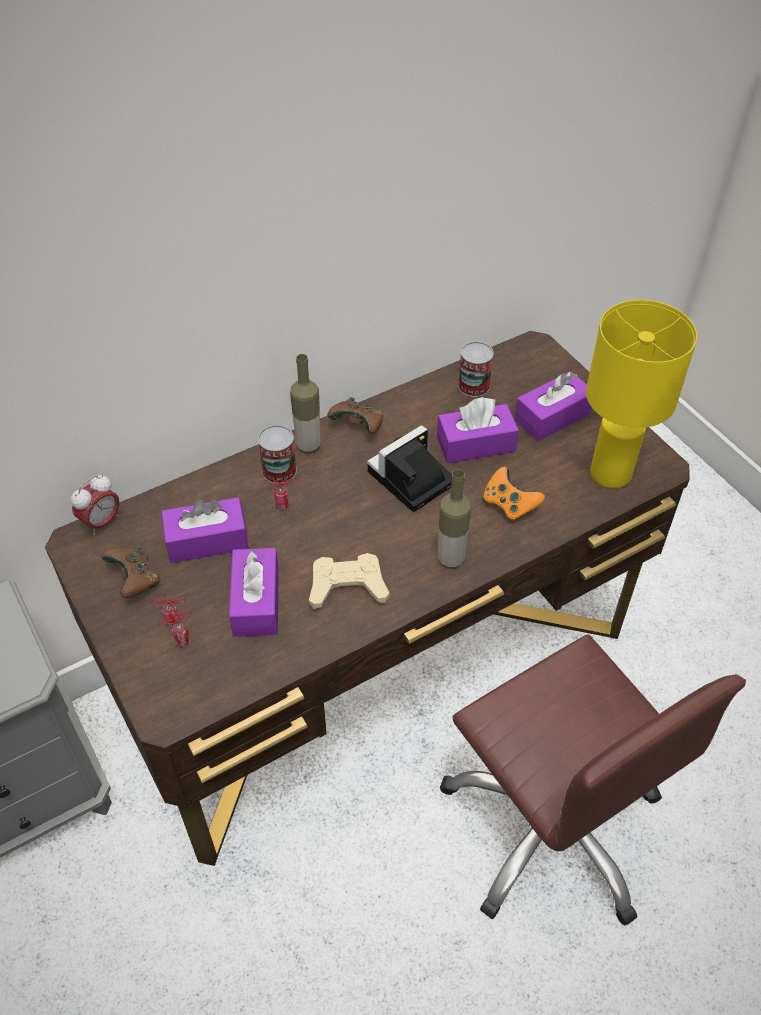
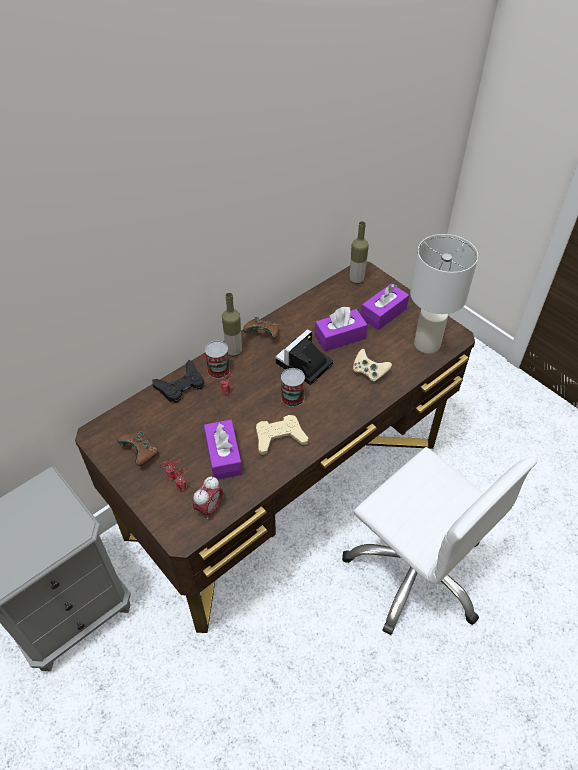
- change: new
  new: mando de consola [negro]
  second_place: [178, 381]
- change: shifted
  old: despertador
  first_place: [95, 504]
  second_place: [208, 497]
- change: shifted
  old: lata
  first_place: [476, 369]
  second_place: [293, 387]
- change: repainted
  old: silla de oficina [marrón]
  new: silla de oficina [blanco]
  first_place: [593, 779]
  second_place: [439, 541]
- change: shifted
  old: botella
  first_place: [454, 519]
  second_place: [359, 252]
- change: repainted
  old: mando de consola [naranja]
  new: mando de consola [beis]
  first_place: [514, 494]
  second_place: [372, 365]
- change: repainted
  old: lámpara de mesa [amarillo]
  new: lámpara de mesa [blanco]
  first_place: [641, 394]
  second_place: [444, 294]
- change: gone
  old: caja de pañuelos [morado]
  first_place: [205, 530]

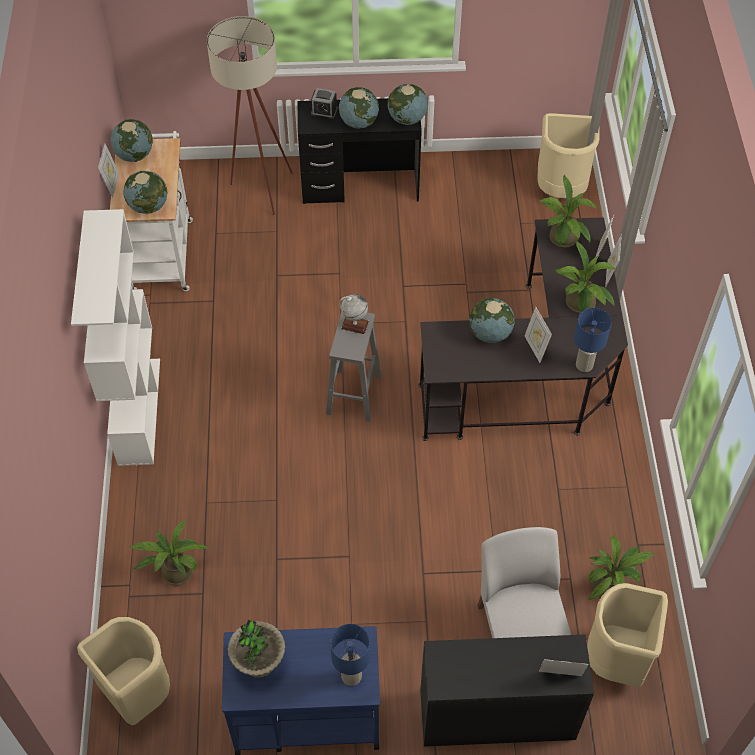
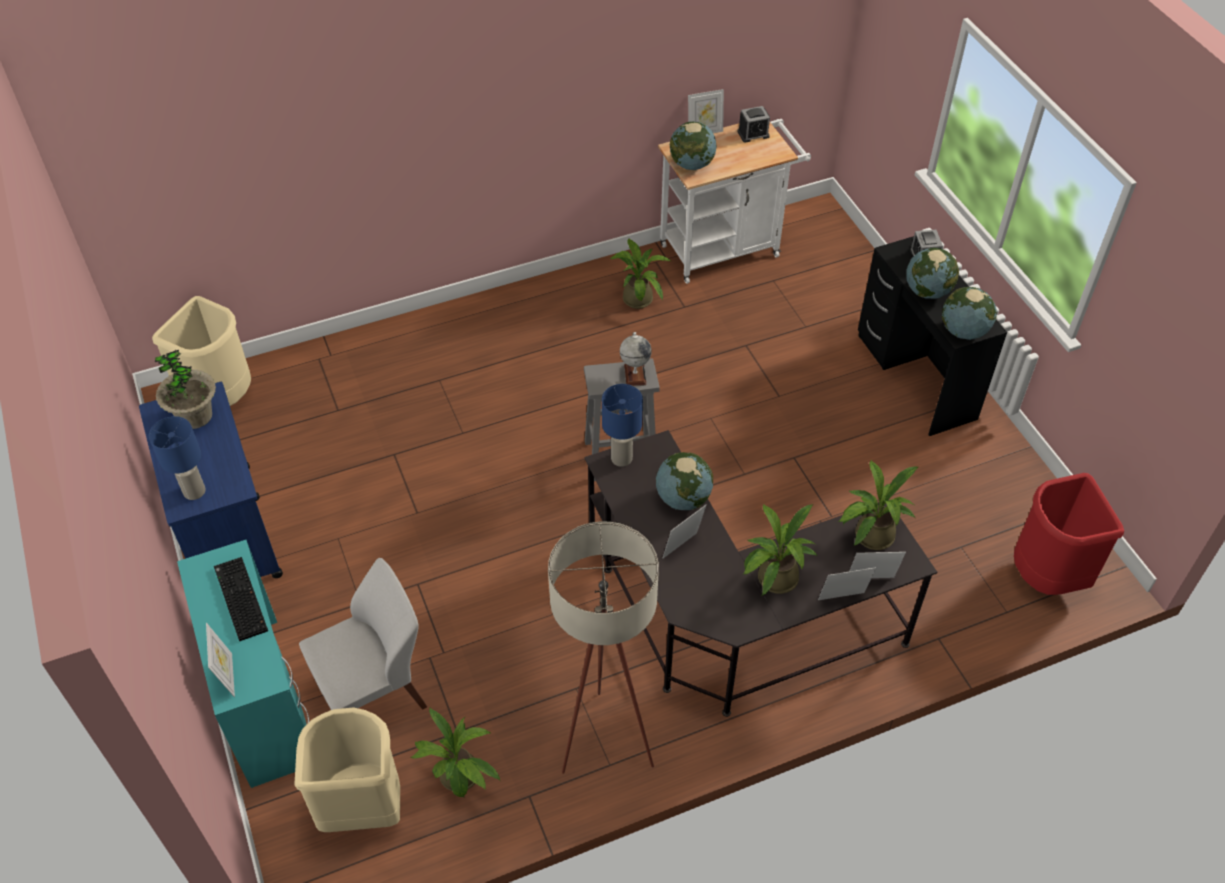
- change: repainted
  old: escritorio [negro]
  new: escritorio [turquesa]
  first_place: [507, 690]
  second_place: [243, 664]
- change: new
  new: teclado
  second_place: [241, 599]
- change: shifted
  old: lámpara de pie [beis]
  first_place: [250, 115]
  second_place: [603, 647]
- change: shifted
  old: lámpara de mesa [azul]
  first_place: [593, 340]
  second_place: [622, 425]
- change: shifted
  old: planta en maceta
  first_place: [170, 553]
  second_place: [641, 273]
- change: swapped
  old: globo terráqueo
  new: despertador
  first_place: [132, 140]
  second_place: [754, 124]
- change: repainted
  old: papelera [beis]
  new: papelera [rojo]
  first_place: [568, 155]
  second_place: [1069, 534]
- change: gone
  old: estantería [blanco]
  first_place: [115, 337]

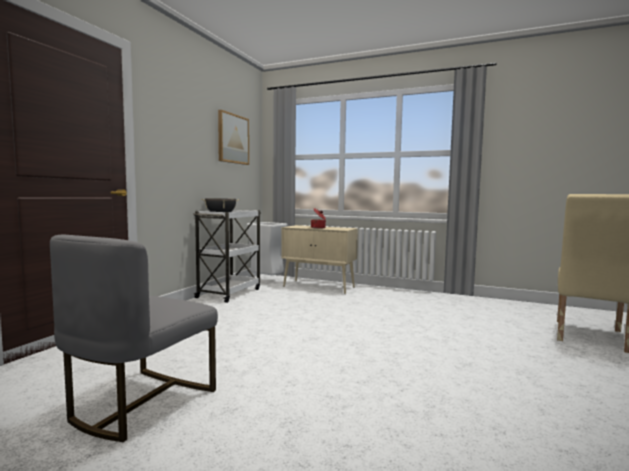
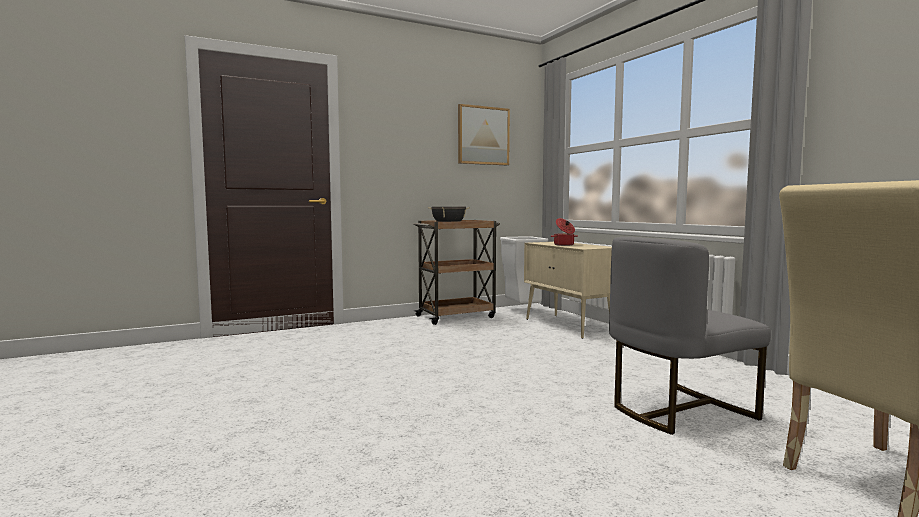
- change: repainted
  old: carrito [blanco]
  new: carrito [marrón]
  first_place: [226, 256]
  second_place: [457, 272]
- change: shifted
  old: silla [gris]
  first_place: [134, 338]
  second_place: [690, 336]

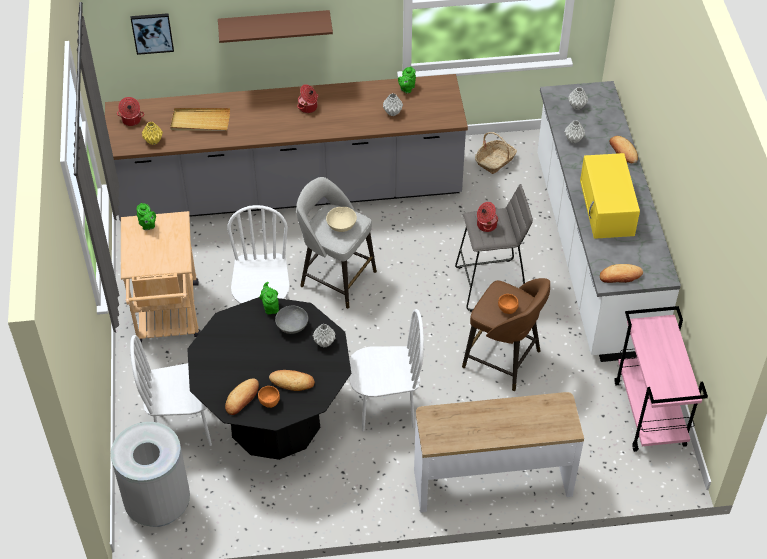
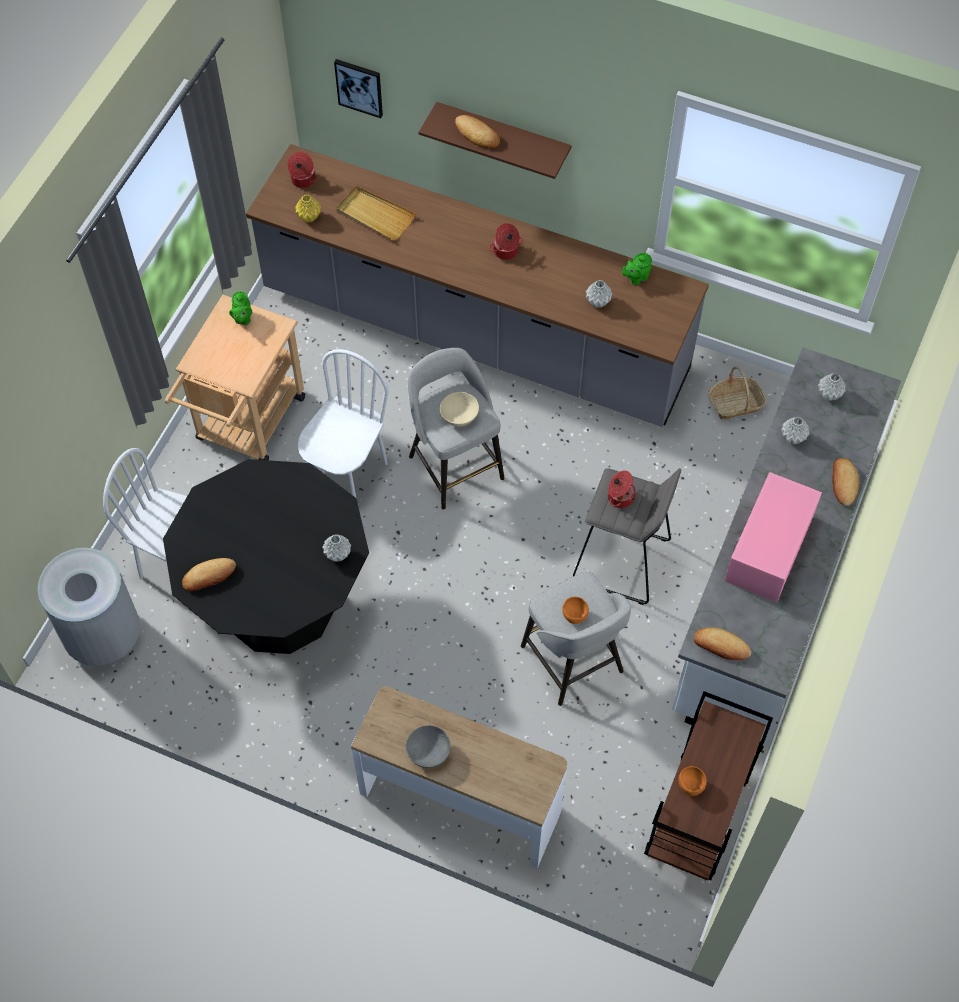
- change: shifted
  old: cuenco [gris]
  first_place: [291, 320]
  second_place: [428, 746]
- change: shifted
  old: pan
  first_place: [292, 380]
  second_place: [477, 132]
- change: repainted
  old: taburete [marrón]
  new: taburete [gris]
  first_place: [506, 334]
  second_place: [576, 638]
- change: repainted
  old: carrito [rosa]
  new: carrito [marrón]
  first_place: [661, 379]
  second_place: [708, 785]
- change: shifted
  old: cuenco [naranja]
  first_place: [269, 397]
  second_place: [692, 781]
- change: repainted
  old: microondas [amarillo]
  new: microondas [rosa]
  first_place: [610, 196]
  second_place: [773, 537]
- change: gone
  old: tetera [verde]
  first_place: [269, 298]
- change: gone
  old: silla [blanco]
  first_place: [386, 370]

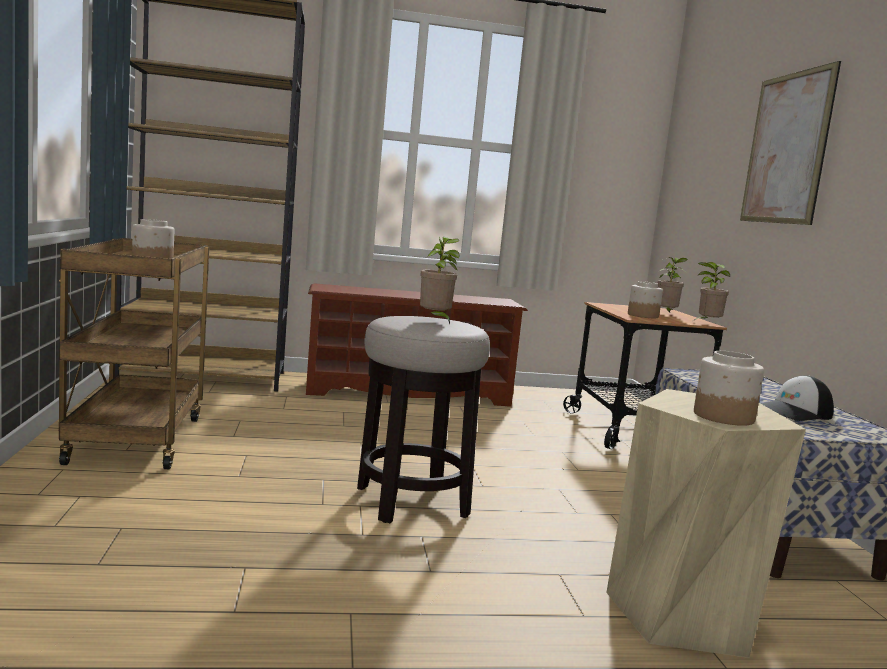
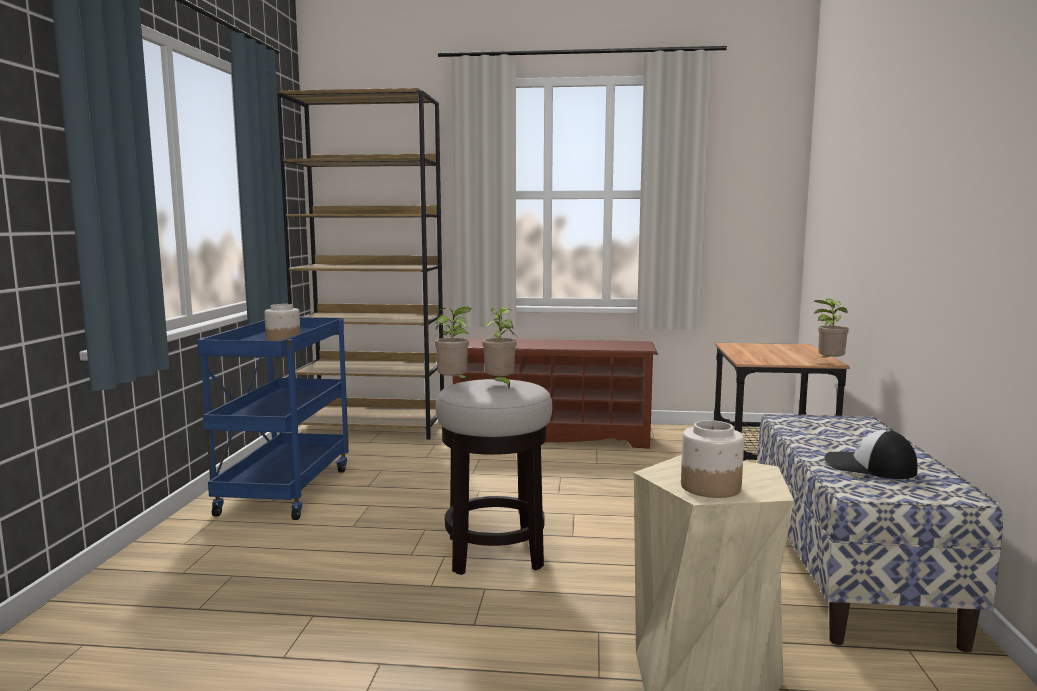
- change: repainted
  old: carrito [marrón]
  new: carrito [azul]
  first_place: [134, 353]
  second_place: [273, 418]
- change: shifted
  old: planta en maceta
  first_place: [672, 285]
  second_place: [453, 342]
- change: rotated
  old: gorra
  first_place: [797, 398]
  second_place: [871, 454]
  degrees: 45
- change: gone
  old: tarro
  first_place: [645, 299]
- change: gone
  old: cuadro
  first_place: [790, 143]

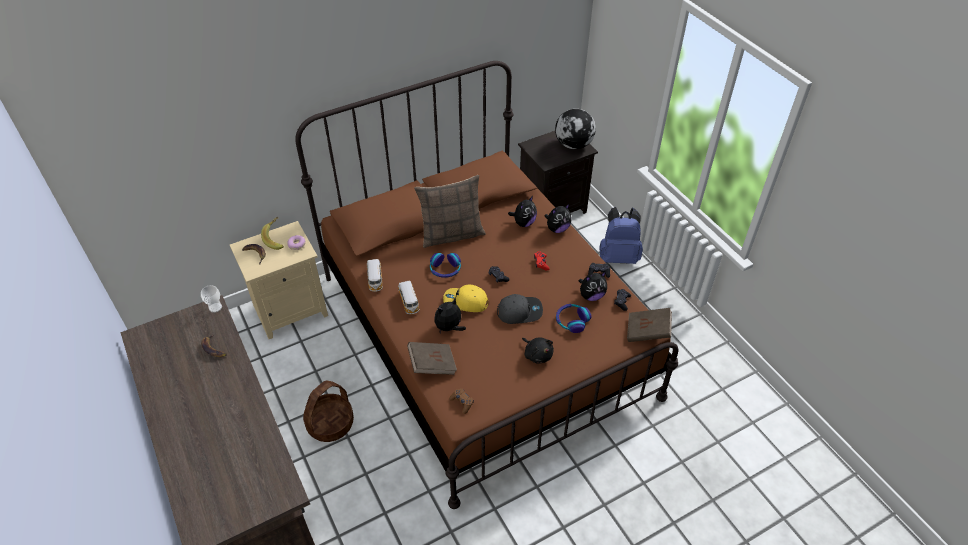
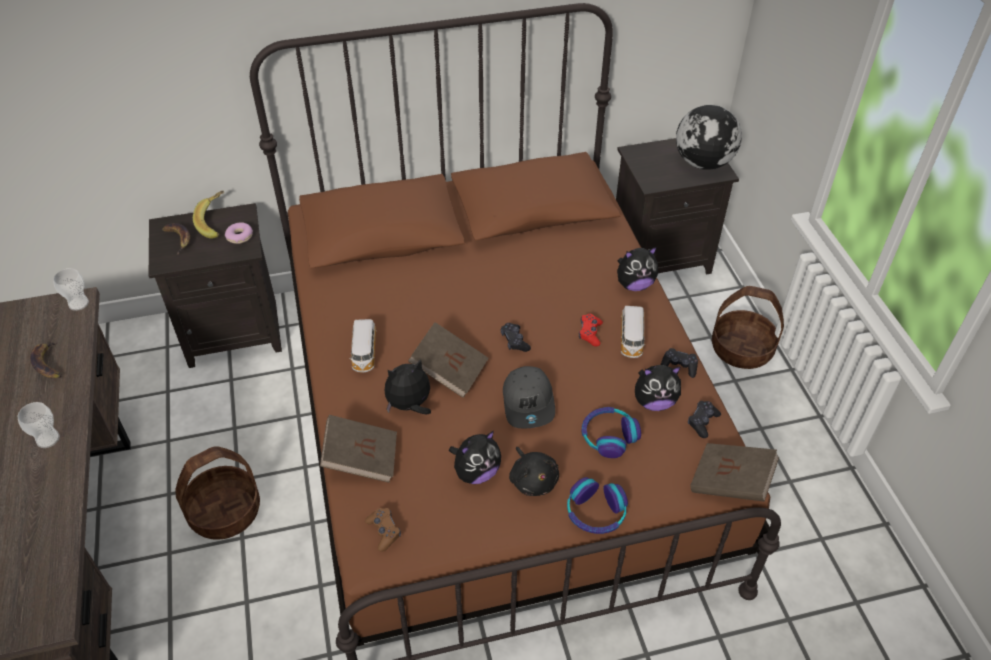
- change: new
  new: taza
  second_place: [39, 425]
- change: repainted
  old: mesita de noche [beis]
  new: mesita de noche [negro]
  first_place: [279, 280]
  second_place: [215, 285]
- change: swapped
  old: gorra [amarillo]
  new: libro [marrón]
  first_place: [465, 298]
  second_place: [448, 360]
- change: shifted
  old: peluche
  first_place: [522, 211]
  second_place: [475, 457]
- change: rotated
  old: gorra [gris]
  first_place: [520, 309]
  second_place: [529, 397]
  degrees: 75
- change: shifted
  old: auriculares
  first_place: [445, 265]
  second_place: [597, 505]
- change: shifted
  old: coche de juguete
  first_place: [375, 275]
  second_place: [633, 332]
- change: swapped
  old: mochila [azul]
  new: cesta
  first_place: [621, 235]
  second_place: [748, 327]
- change: gone
  old: cojín
  first_place: [450, 211]

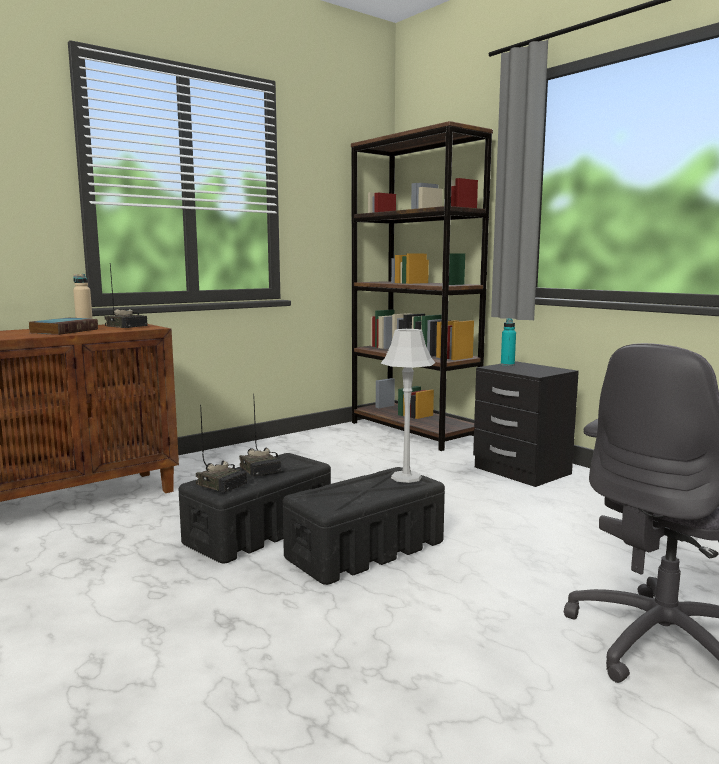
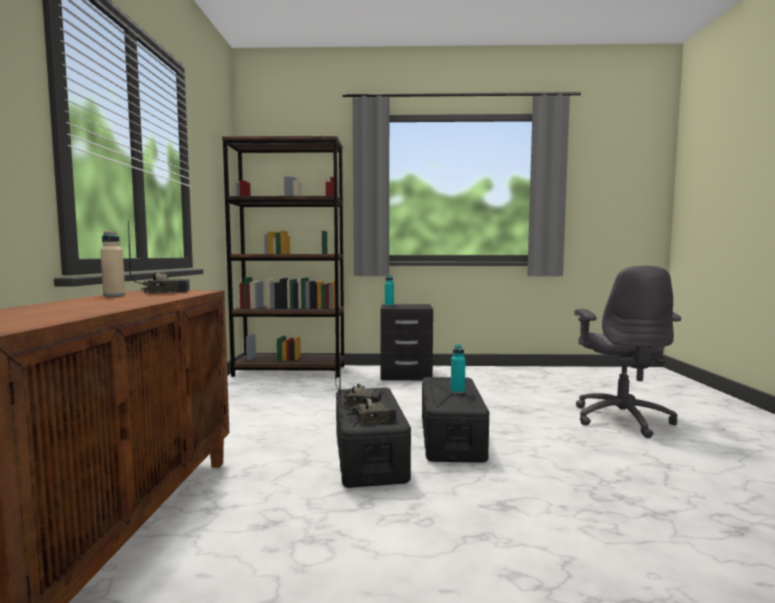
- change: new
  new: botella [turquesa]
  second_place: [458, 369]
- change: gone
  old: libro
  first_place: [63, 326]
- change: gone
  old: lámpara de mesa [gris]
  first_place: [407, 406]

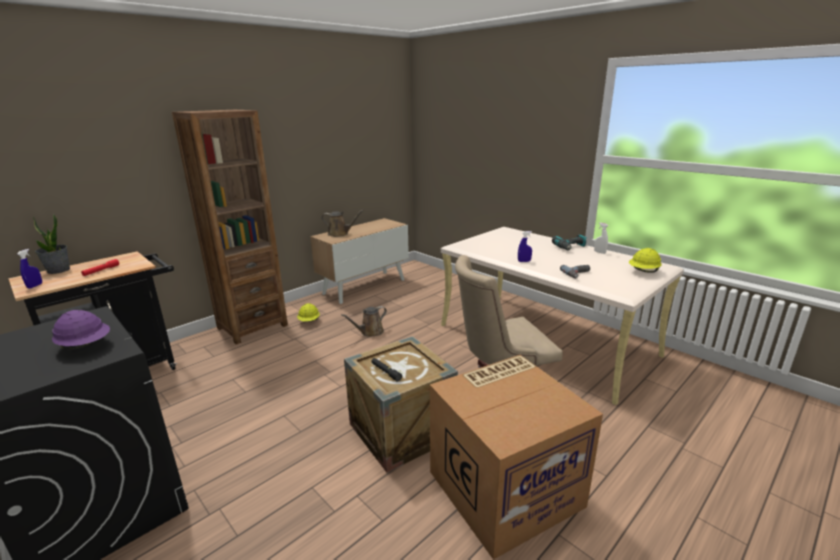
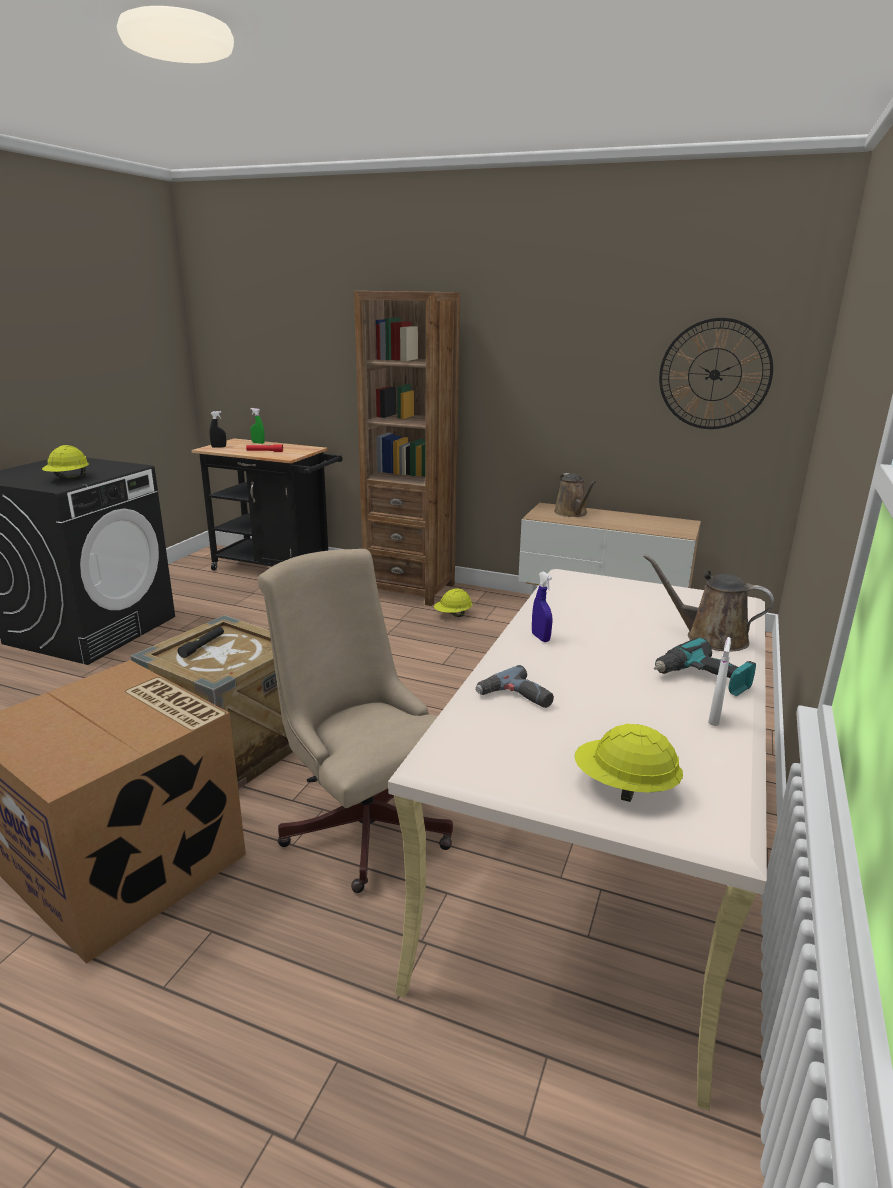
- change: repainted
  old: casco [morado]
  new: casco [amarillo]
  first_place: [81, 330]
  second_place: [65, 462]
- change: repainted
  old: pulverizador [azul]
  new: pulverizador [negro]
  first_place: [29, 269]
  second_place: [217, 429]
- change: swapped
  old: planta en maceta
  new: pulverizador [verde]
  first_place: [51, 243]
  second_place: [257, 426]
- change: shifted
  old: regadera [marrón]
  first_place: [364, 321]
  second_place: [708, 603]
- change: new
  new: reloj de pared
  second_place: [716, 373]

